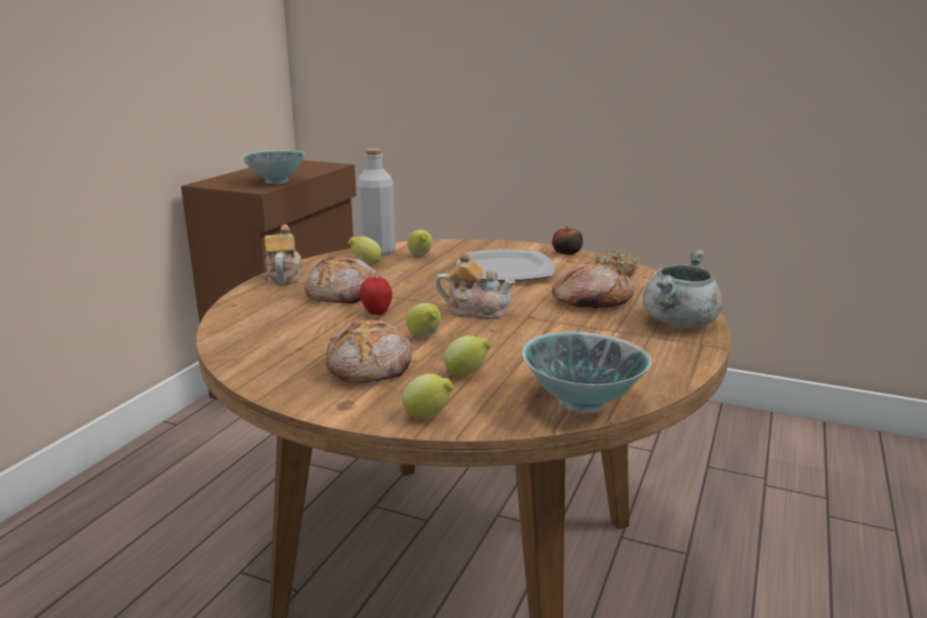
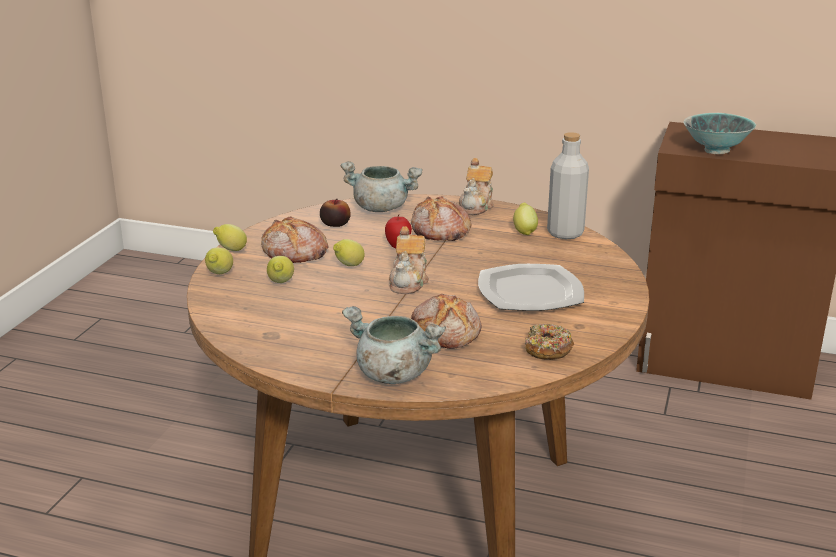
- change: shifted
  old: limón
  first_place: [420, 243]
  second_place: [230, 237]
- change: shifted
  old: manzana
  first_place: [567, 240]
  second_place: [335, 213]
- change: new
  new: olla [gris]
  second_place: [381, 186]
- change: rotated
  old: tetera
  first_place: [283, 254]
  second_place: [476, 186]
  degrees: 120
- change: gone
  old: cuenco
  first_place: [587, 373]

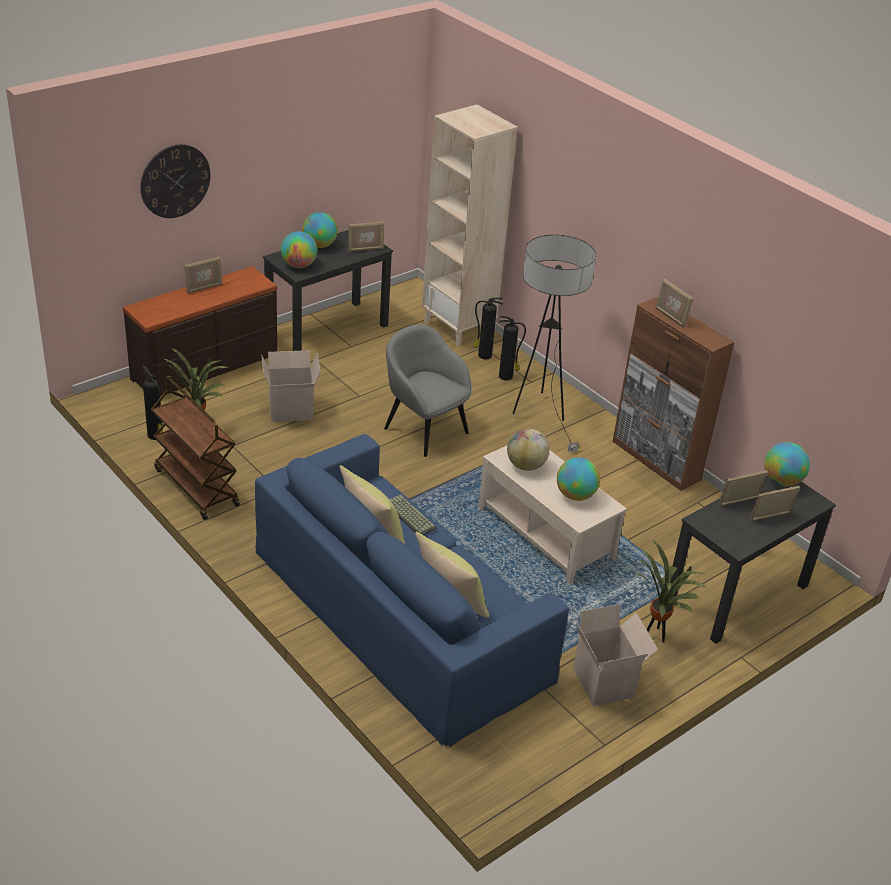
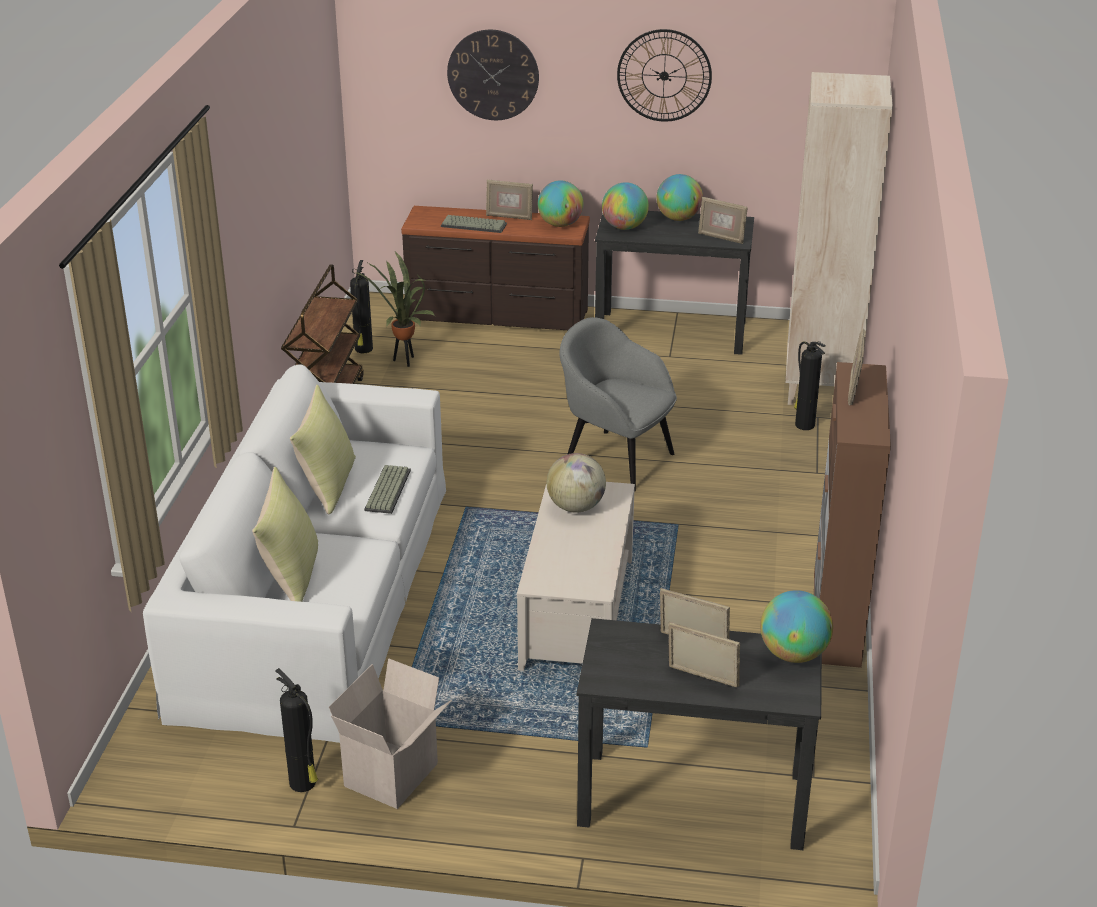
- change: repainted
  old: sofá [azul]
  new: sofá [blanco]
  first_place: [412, 590]
  second_place: [294, 554]
- change: shifted
  old: extintor
  first_place: [512, 348]
  second_place: [296, 730]
- change: new
  new: teclado
  second_place: [474, 224]
- change: shifted
  old: globo terráqueo
  first_place: [578, 479]
  second_place: [560, 203]
- change: rotated
  old: sillón [gris]
  first_place: [428, 390]
  second_place: [618, 404]
  degrees: -60
- change: new
  new: reloj de pared
  second_place: [664, 75]
- change: gone
  old: caja de cartón
  first_place: [290, 386]
- change: gone
  old: lámpara de pie
  first_place: [554, 343]
- change: gone
  old: planta en maceta
  first_place: [671, 591]

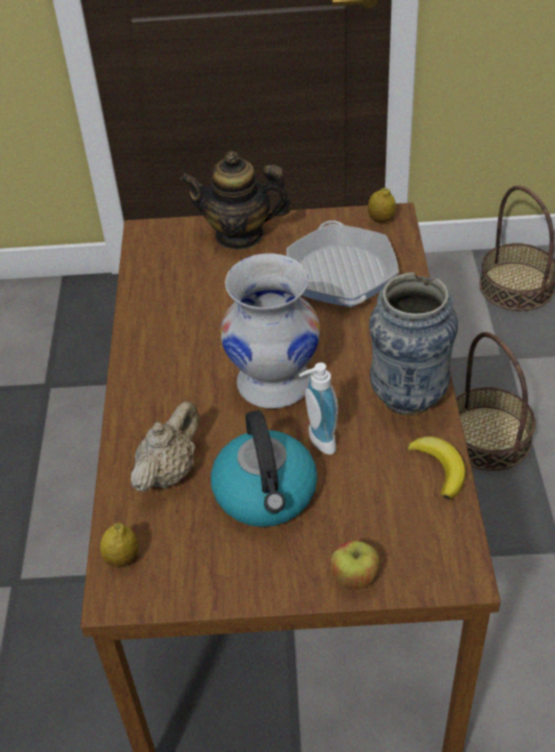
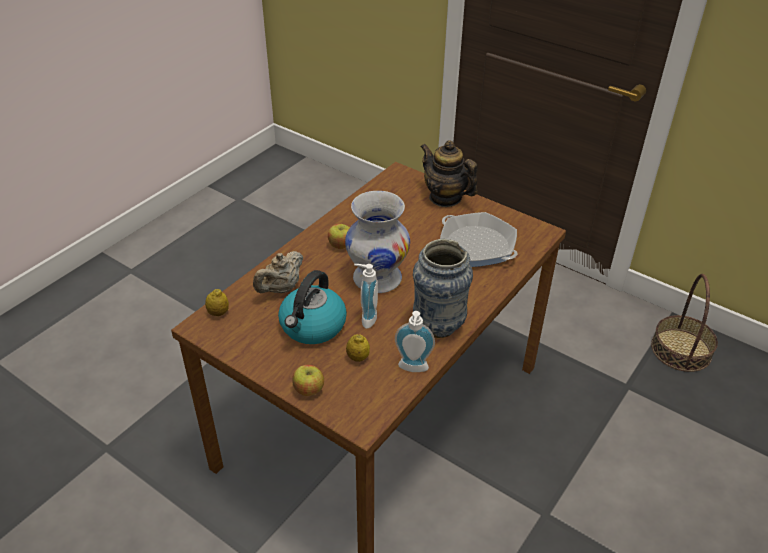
- change: rotated
  old: tetera [beis]
  first_place: [165, 447]
  second_place: [278, 272]
  degrees: 150
- change: new
  new: manzana
  second_place: [339, 236]
- change: shifted
  old: limón
  first_place: [382, 205]
  second_place: [358, 348]
- change: swapped
  old: plátano
  new: dispensador de jabón
  first_place: [436, 467]
  second_place: [415, 341]
- change: rotated
  old: sartén
  first_place: [342, 264]
  second_place: [479, 239]
  degrees: 105
- change: gone
  old: cesta
  first_place: [496, 401]

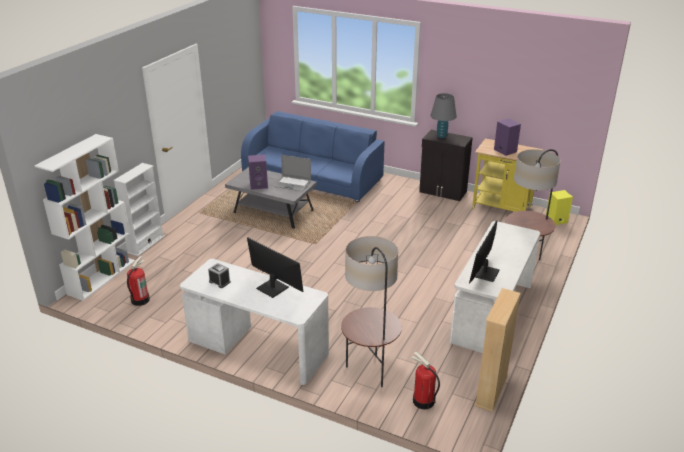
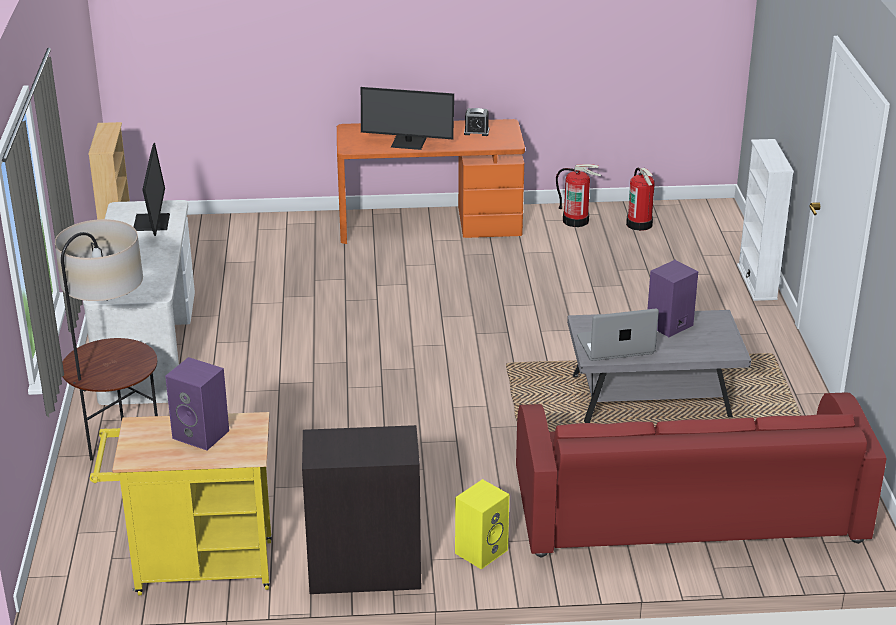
- change: repainted
  old: escritorio [blanco]
  new: escritorio [naranja]
  first_place: [254, 322]
  second_place: [431, 181]
- change: shifted
  old: altavoz [amarillo]
  first_place: [559, 207]
  second_place: [482, 524]
- change: repainted
  old: sofá [azul]
  new: sofá [rojo]
  first_place: [312, 156]
  second_place: [701, 475]
- change: shifted
  old: extintor
  first_place: [426, 380]
  second_place: [578, 195]
- change: gone
  old: estantería [blanco]
  first_place: [85, 217]
- change: gone
  old: lámpara de pie
  first_place: [371, 311]
- change: gone
  old: lámpara de mesa [gris]
  first_place: [444, 115]

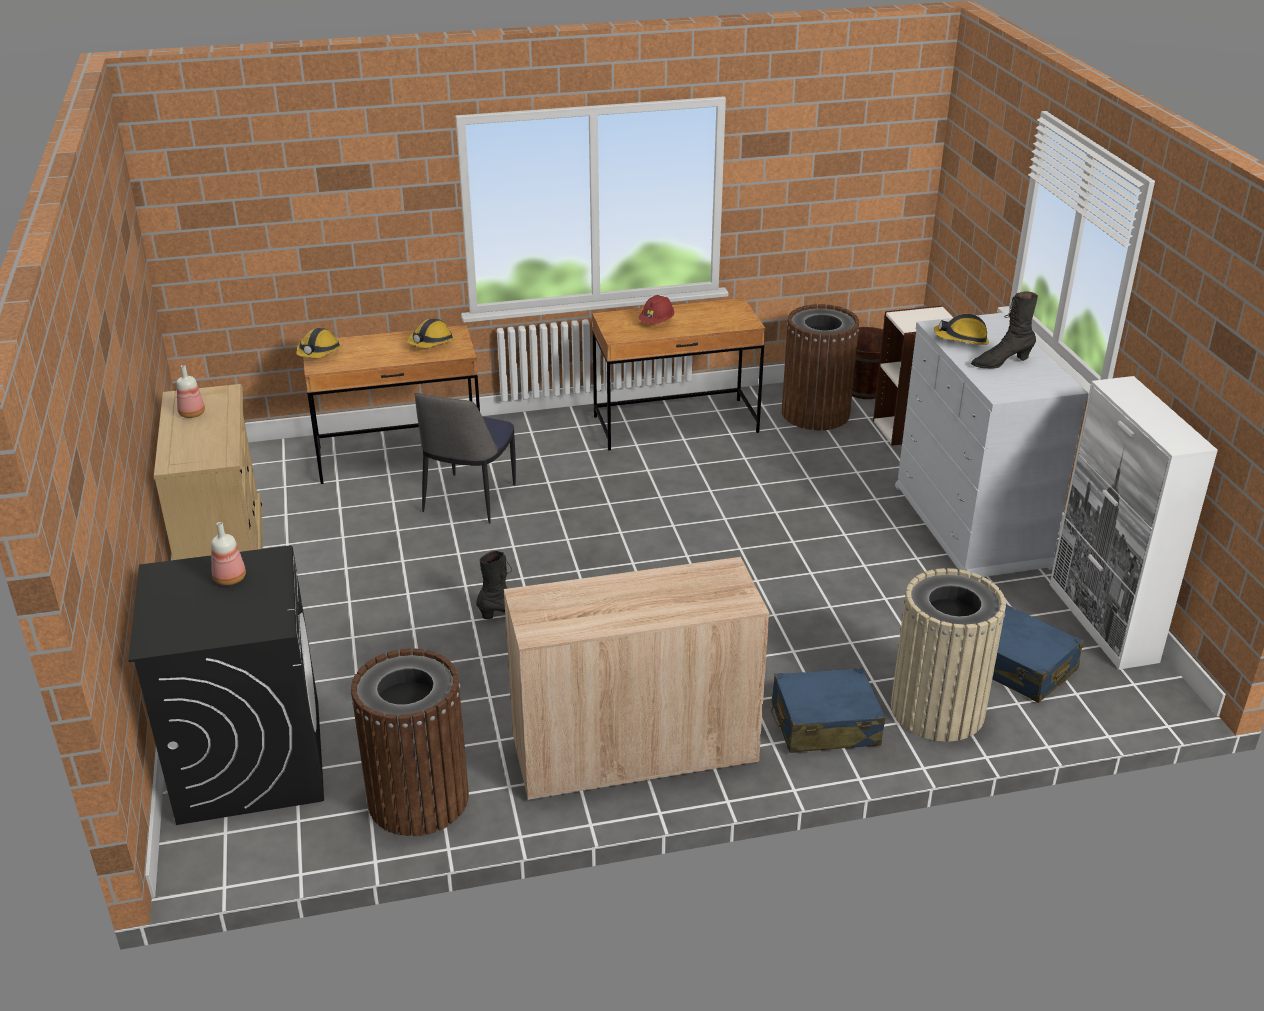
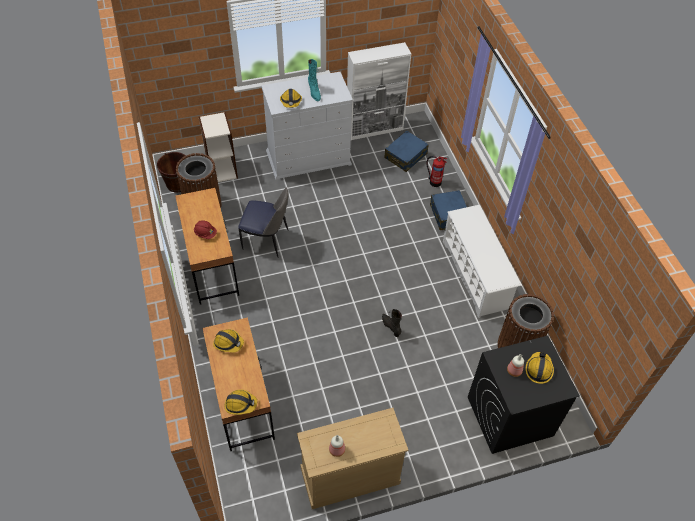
- change: shifted
  old: silla
  first_place: [465, 458]
  second_place: [263, 222]
- change: repainted
  old: bota [negro]
  new: bota [turquesa]
  first_place: [1004, 330]
  second_place: [314, 80]
- change: swapped
  old: papelera [beis]
  new: extintor
  first_place: [948, 655]
  second_place: [437, 171]
- change: swapped
  old: armario [beis]
  new: zapatero [blanco]
  first_place: [636, 679]
  second_place: [482, 261]
- change: new
  new: casco
  second_place: [540, 368]

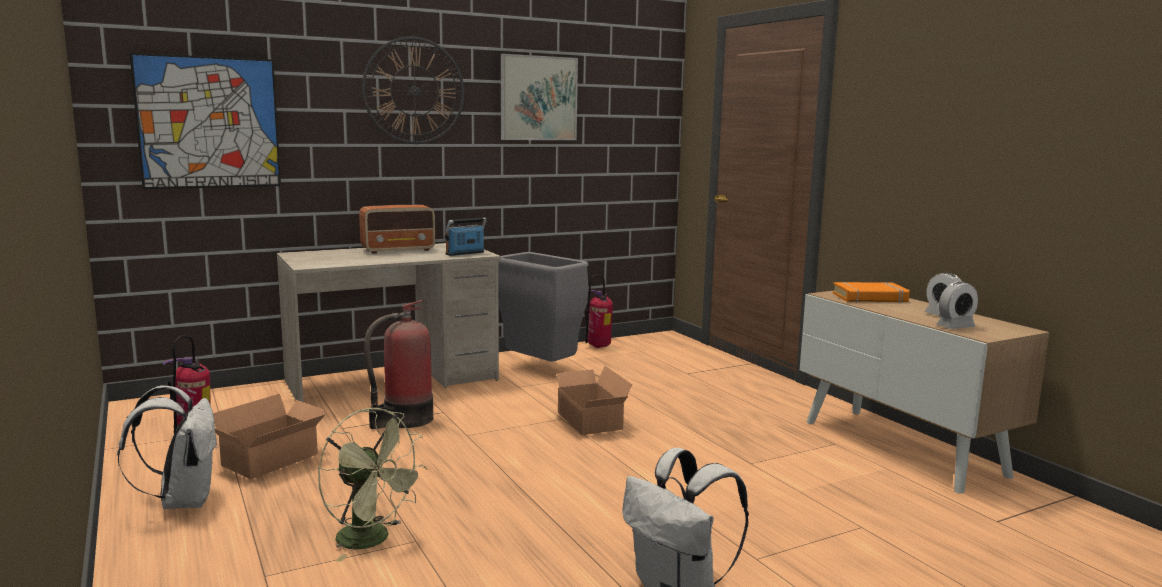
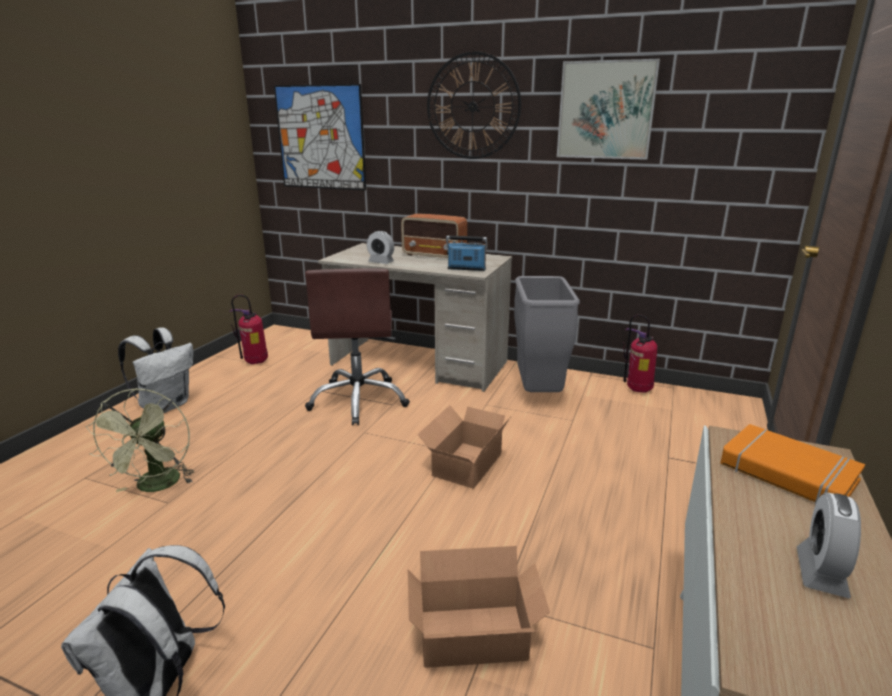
- change: swapped
  old: extintor
  new: silla de oficina [marrón]
  first_place: [398, 364]
  second_place: [357, 347]
- change: shifted
  old: despertador
  first_place: [957, 305]
  second_place: [380, 247]
- change: shifted
  old: caja de cartón
  first_place: [269, 436]
  second_place: [478, 607]

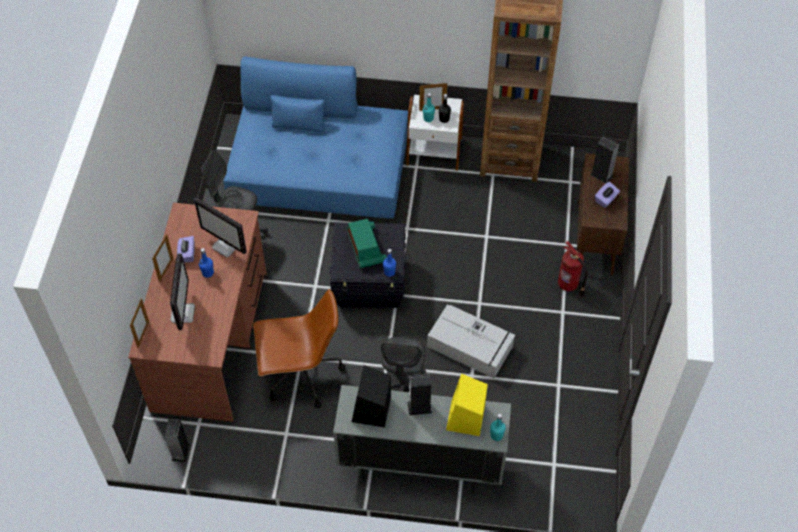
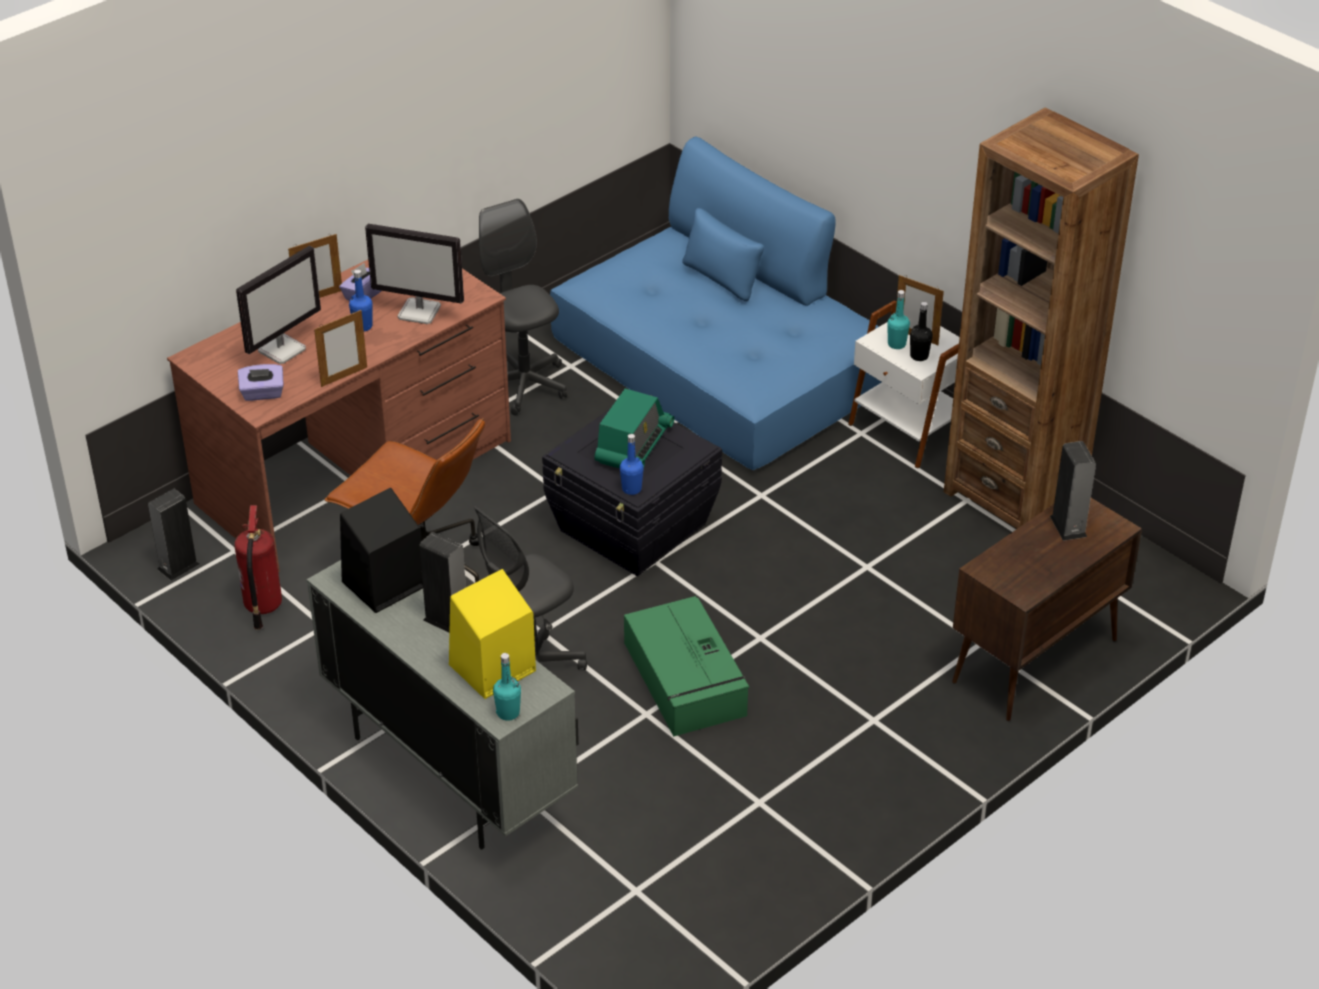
- change: shifted
  old: extintor
  first_place: [573, 269]
  second_place: [258, 567]
- change: shifted
  old: caja de pañuelos [morado]
  first_place: [607, 195]
  second_place: [261, 382]
- change: shifted
  old: portarretratos
  first_place: [139, 323]
  second_place: [340, 348]
- change: rotated
  old: monitor
  first_place: [220, 227]
  second_place: [414, 274]
  degrees: -60
- change: repainted
  old: caja de almacenaje [gris]
  new: caja de almacenaje [verde]
  first_place: [471, 341]
  second_place: [686, 666]

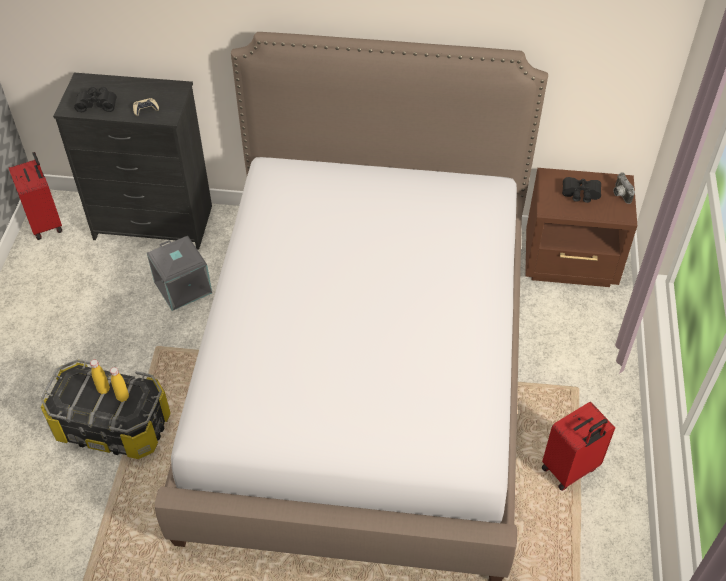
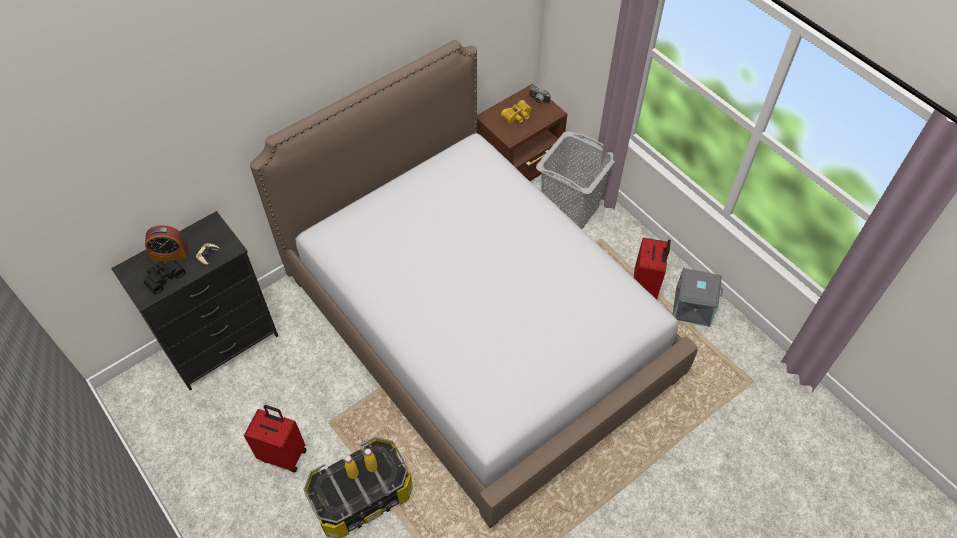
- change: new
  new: despertador
  second_place: [166, 243]
- change: shifted
  old: maleta [rojo]
  first_place: [36, 196]
  second_place: [275, 439]
- change: repainted
  old: prismáticos [negro]
  new: prismáticos [amarillo]
  first_place: [581, 190]
  second_place: [516, 112]
- change: new
  new: cesto de la ropa [gris]
  second_place: [575, 180]
- change: shifted
  old: caja de almacenaje [gris]
  first_place: [179, 273]
  second_place: [697, 297]

